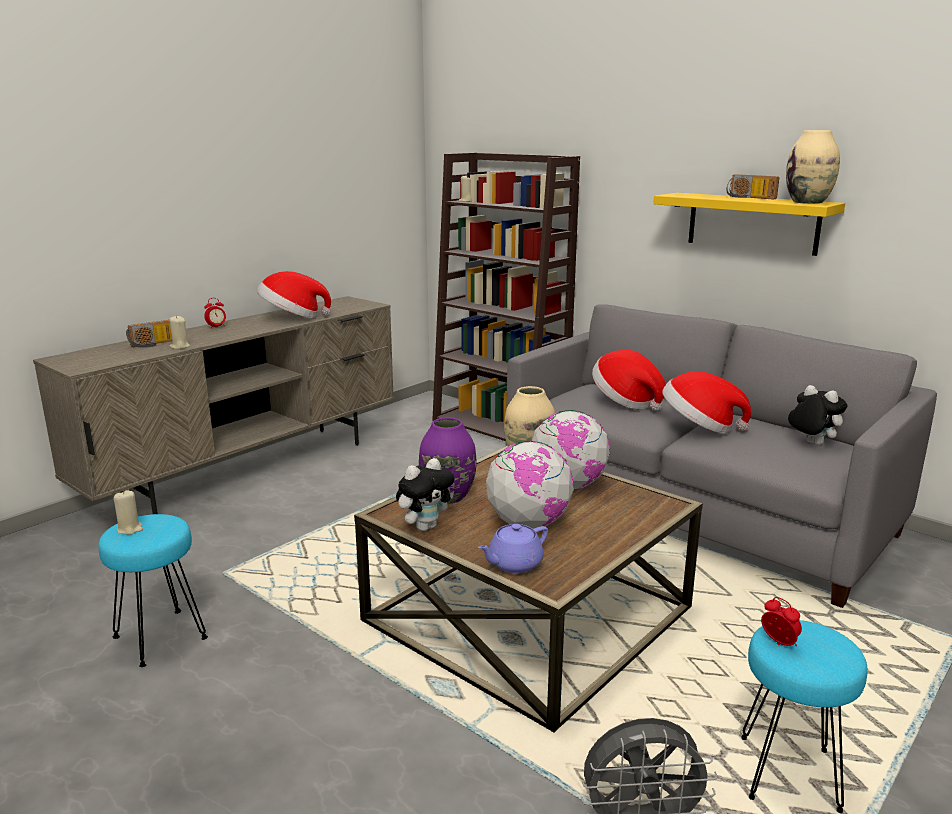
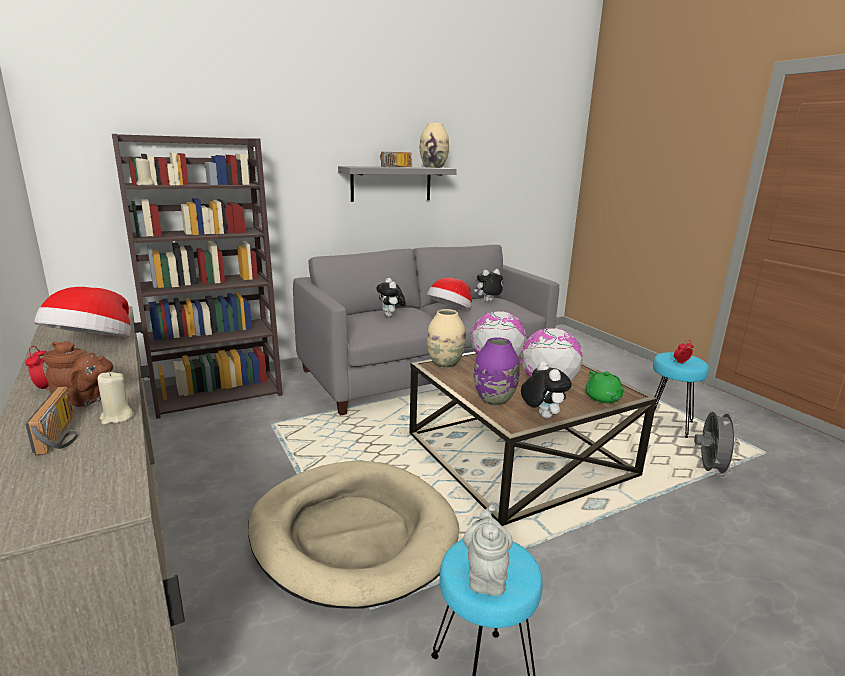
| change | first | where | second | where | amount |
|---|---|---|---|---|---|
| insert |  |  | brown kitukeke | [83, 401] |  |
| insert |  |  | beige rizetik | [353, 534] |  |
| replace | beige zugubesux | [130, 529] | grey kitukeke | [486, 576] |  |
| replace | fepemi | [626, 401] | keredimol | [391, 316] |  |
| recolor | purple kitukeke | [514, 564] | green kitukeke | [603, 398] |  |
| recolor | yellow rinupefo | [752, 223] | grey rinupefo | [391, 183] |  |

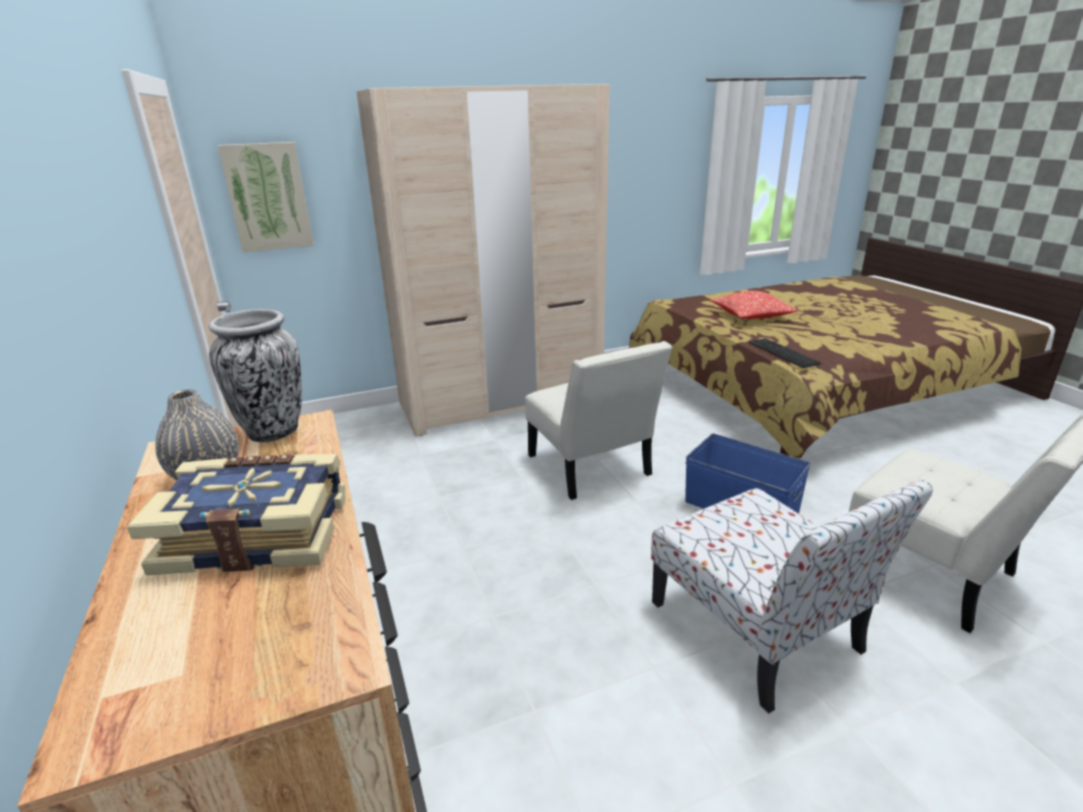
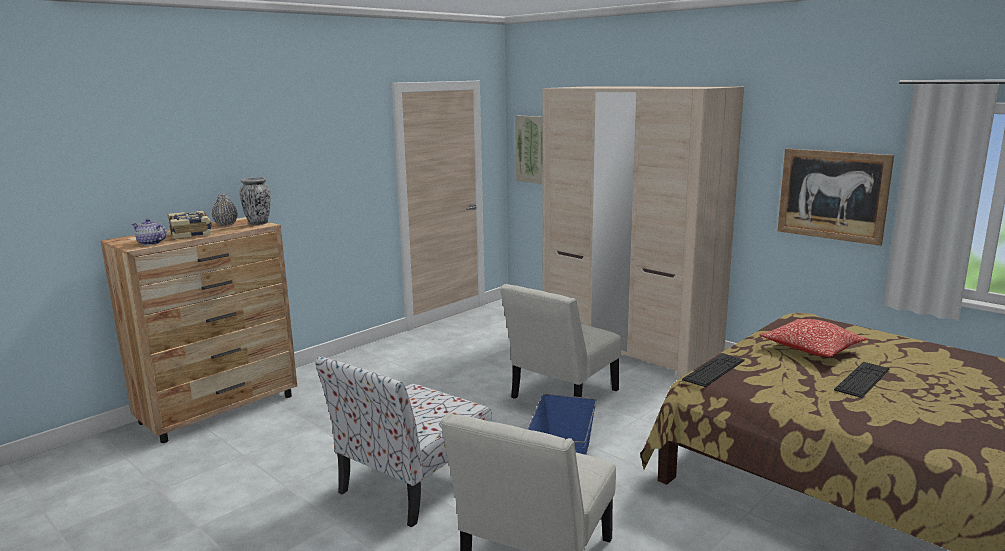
| change | first | where | second | where | amount |
|---|---|---|---|---|---|
| insert |  |  | kitukeke | [151, 243] |  |
| insert |  |  | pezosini | [832, 195] |  |
| insert |  |  | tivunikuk | [862, 379] |  |

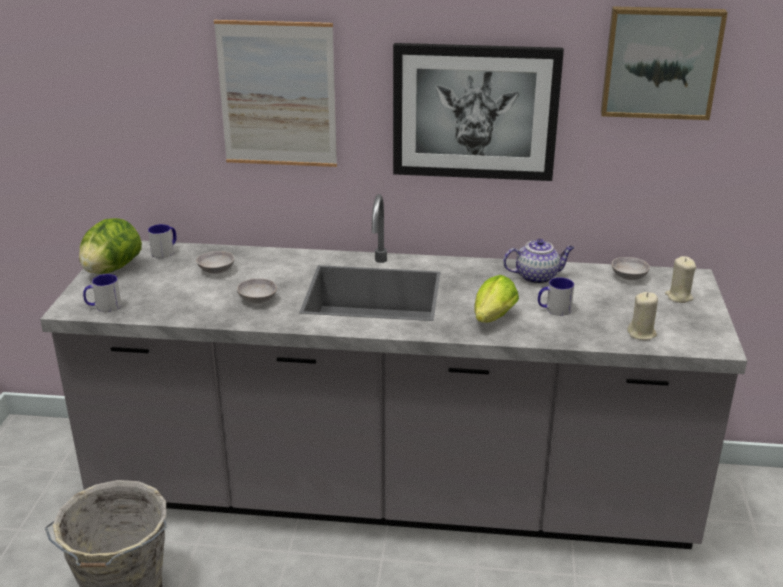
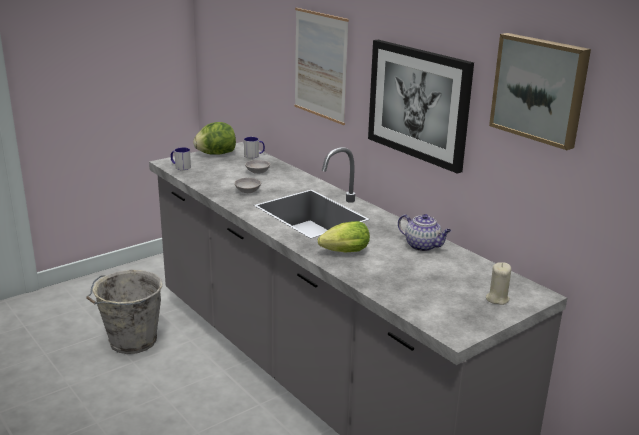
| change | first | where | second | where | amount |
|---|---|---|---|---|---|
| delete | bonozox | [554, 310] |  |  |  |
| delete | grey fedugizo | [628, 277] |  |  |  |
| delete | beige zugubesux | [641, 333] |  |  |  |

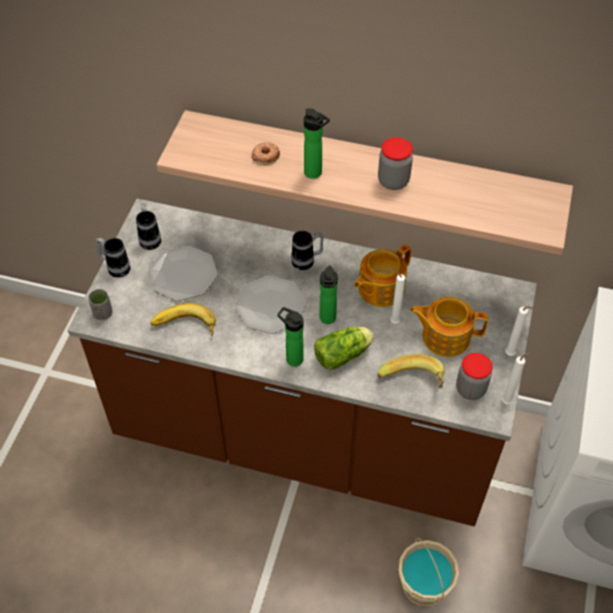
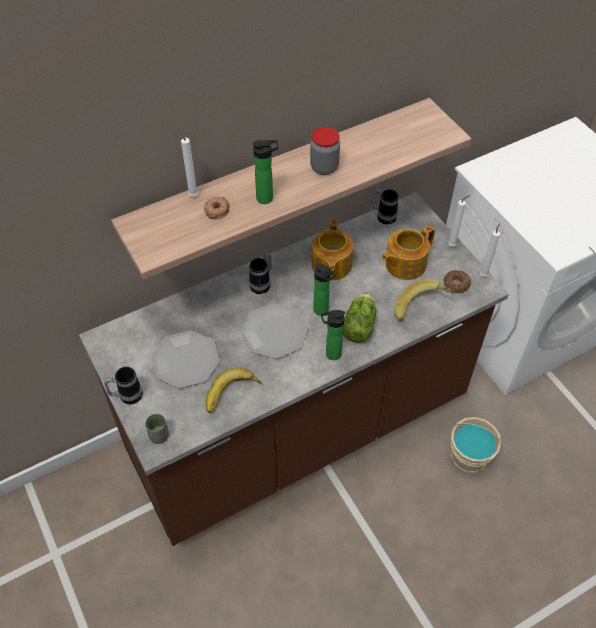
| change | first | where | second | where | amount |
|---|---|---|---|---|---|
| move | bonozox | [150, 238] |  | [383, 216] |  |
| move | white zugubesux | [393, 321] |  | [191, 196] |  |
| replace | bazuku | [470, 389] | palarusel | [456, 284] |  |

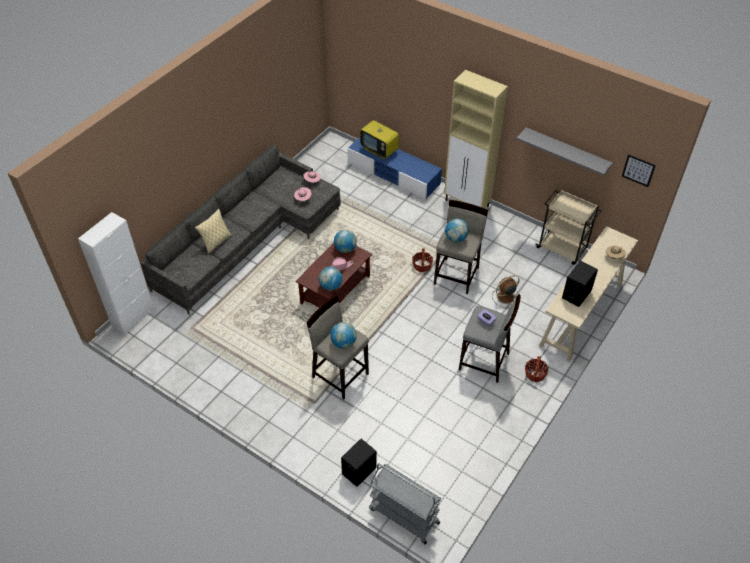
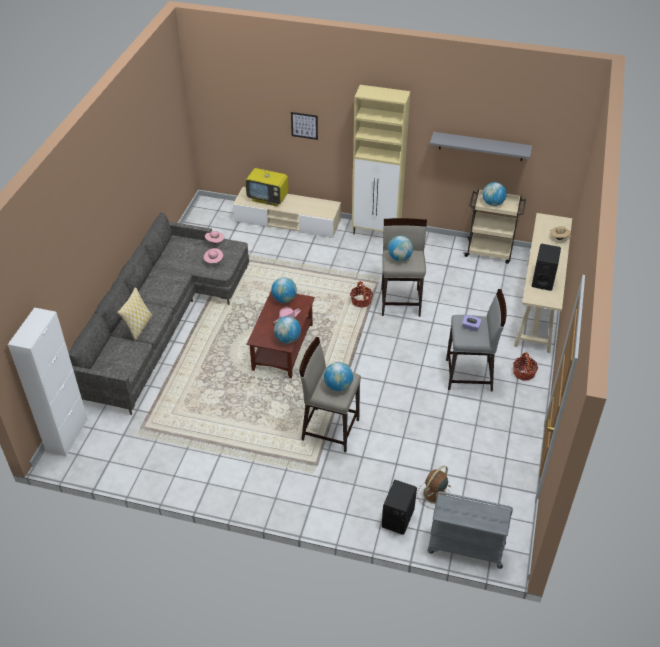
| change | first | where | second | where | amount |
|---|---|---|---|---|---|
| insert |  |  | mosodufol | [492, 203] |  |
| move | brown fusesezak | [504, 297] |  | [433, 494] |  |
| move | pezosini | [638, 170] |  | [304, 125] |  |
| recolor | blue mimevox | [393, 174] | beige mimevox | [287, 221] |  |

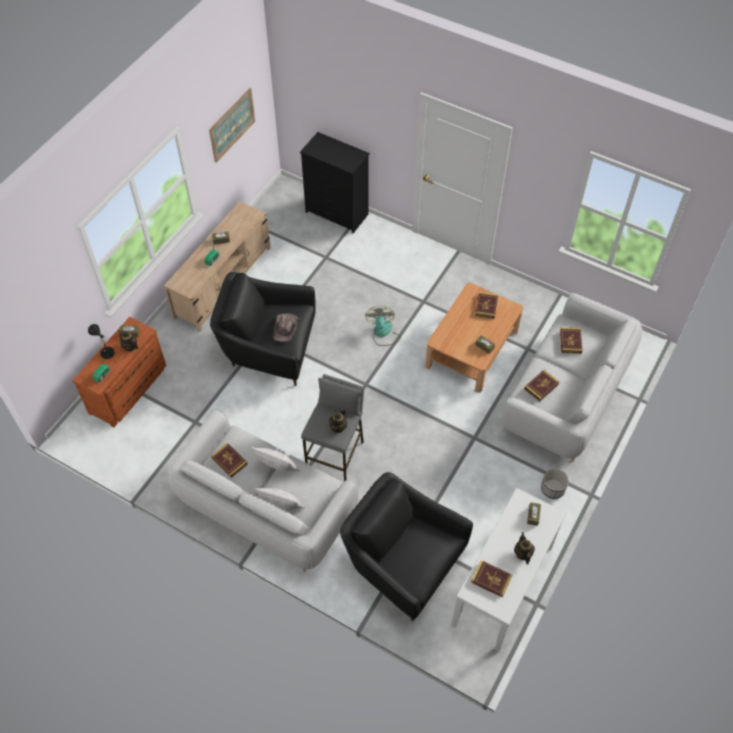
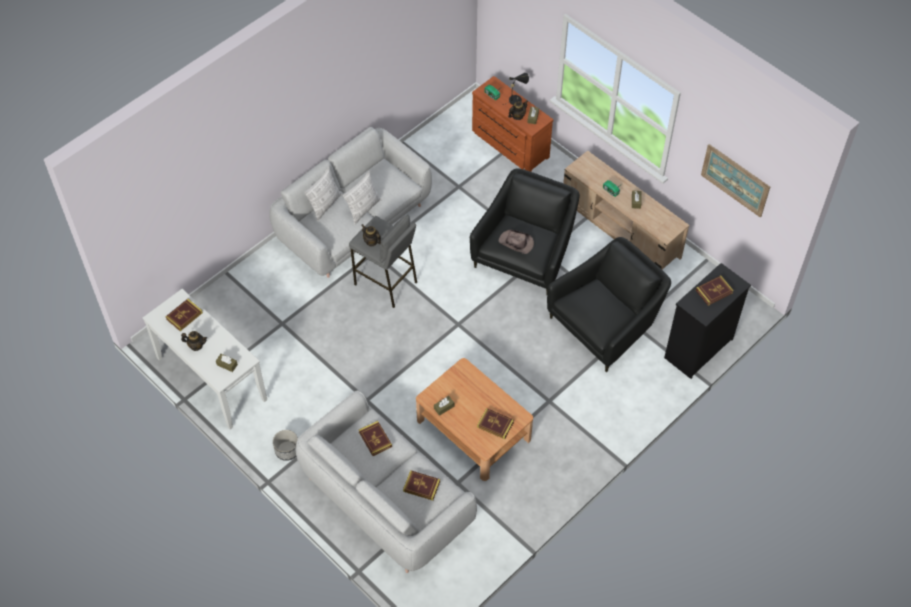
| change | first | where | second | where | amount |
|---|---|---|---|---|---|
| delete | fusesezak | [383, 333] |  |  |  |
| move | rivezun | [229, 461] |  | [714, 291] |  |
| move | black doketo | [402, 562] |  | [606, 324] |  |

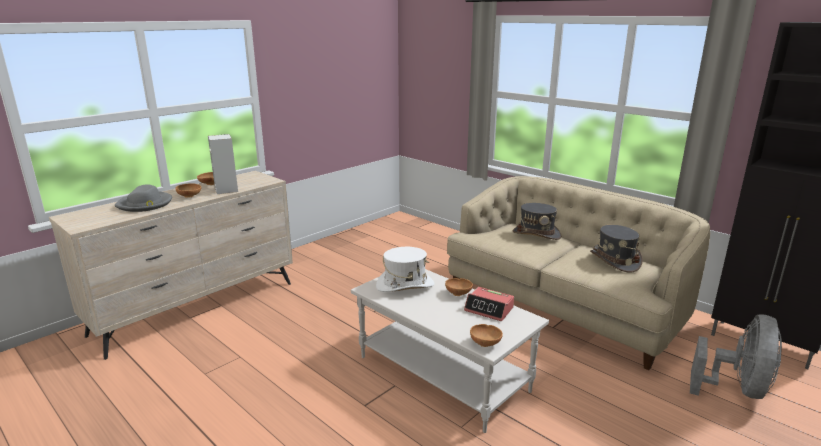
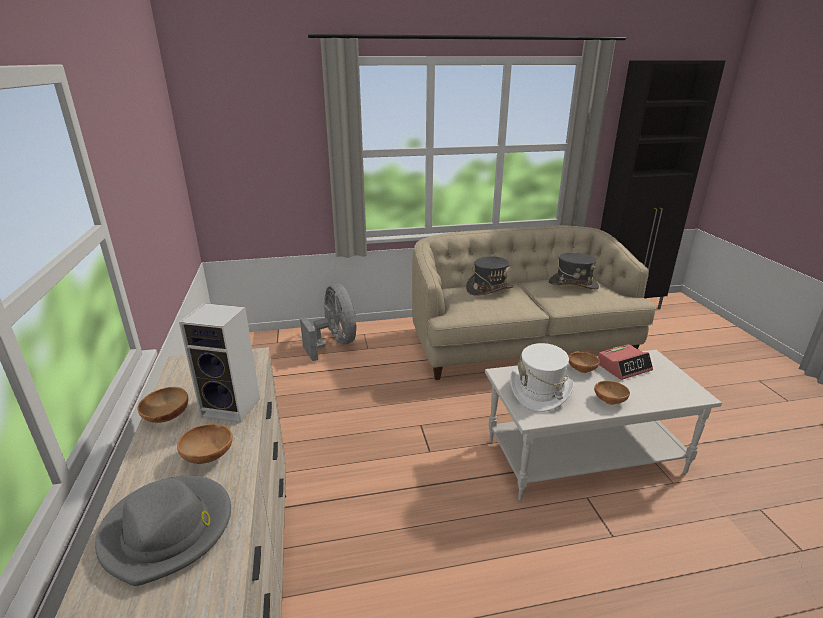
| change | first | where | second | where | amount |
|---|---|---|---|---|---|
| move | brown fedugizo | [486, 343] |  | [609, 400] |  |
| move | grey fusesezak | [736, 389] |  | [335, 343] |  |

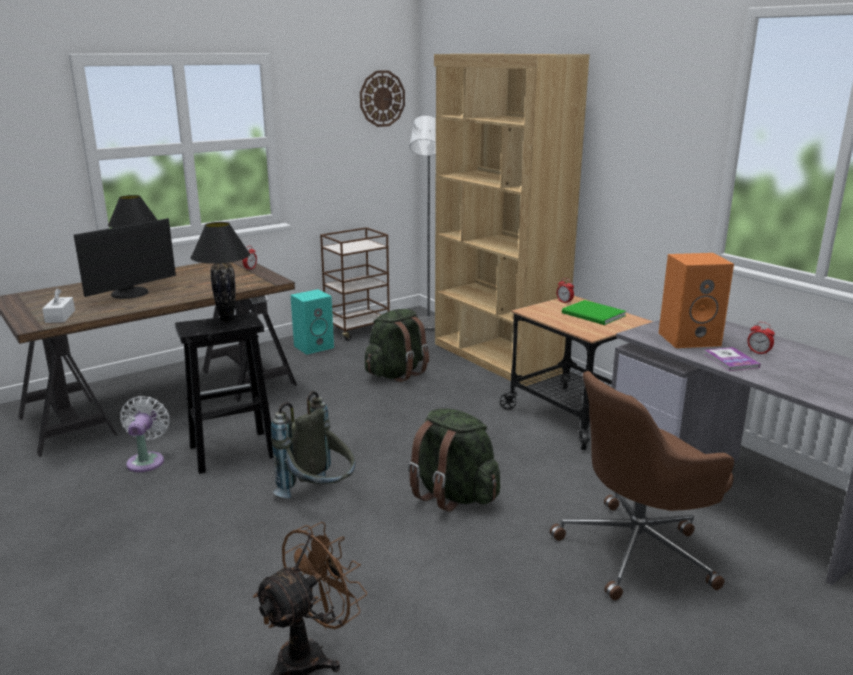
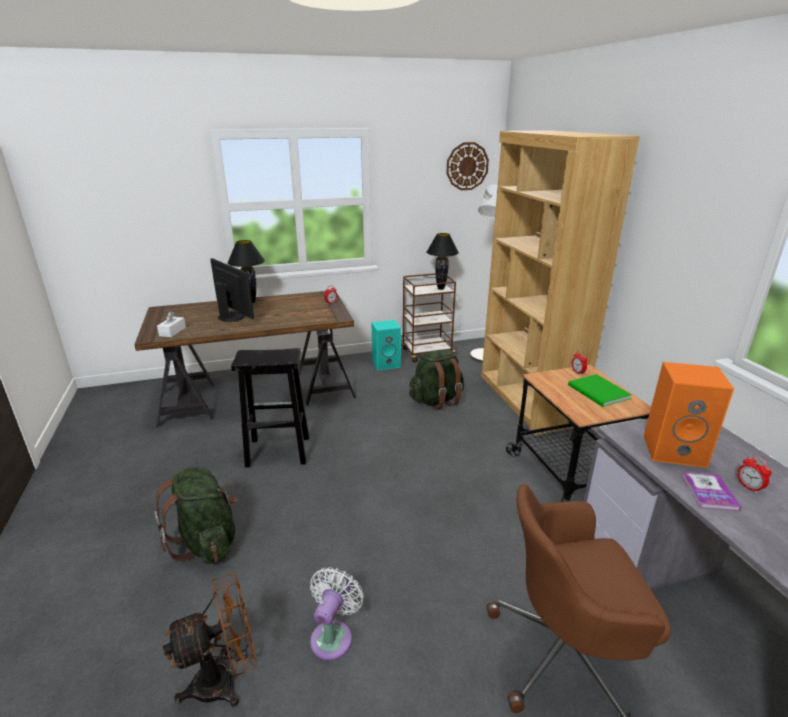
| change | first | where | second | where | amount |
|---|---|---|---|---|---|
| delete | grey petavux | [319, 495] |  |  |  |
| move | white fusesezak | [147, 460] |  | [333, 635] |  |
| move | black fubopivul | [226, 319] |  | [440, 288] |  |
| move | green petavux | [453, 495] |  | [207, 542] |  |
| rotate | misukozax | [131, 294] |  | [233, 316] | 105 degrees counterclockwise |

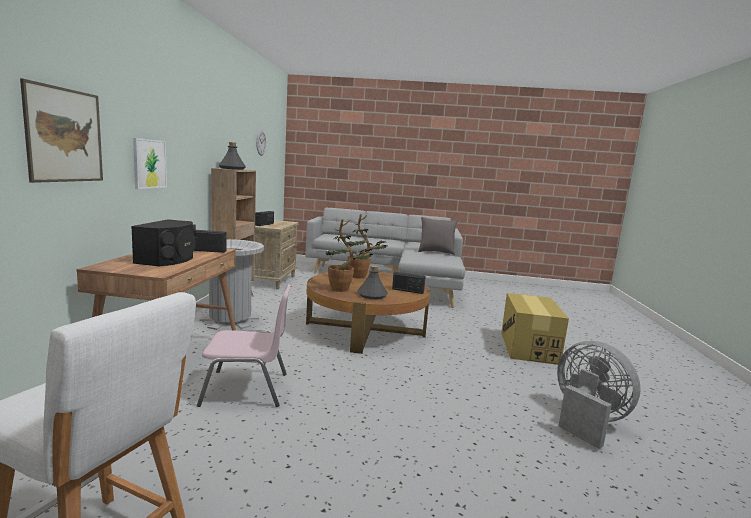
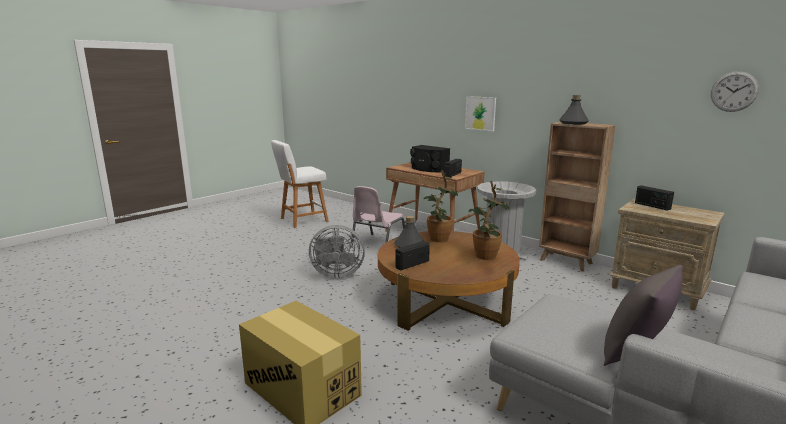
| change | first | where | second | where | amount |
|---|---|---|---|---|---|
| delete | pezosini | [65, 135] |  |  |  |
| move | grey fusesezak | [586, 420] |  | [336, 274] |  |

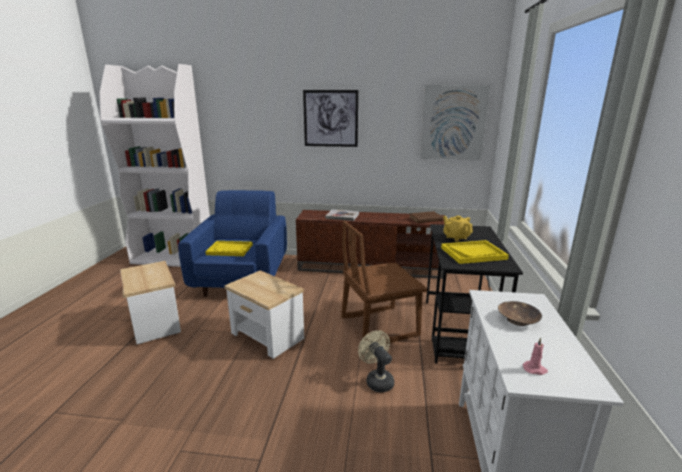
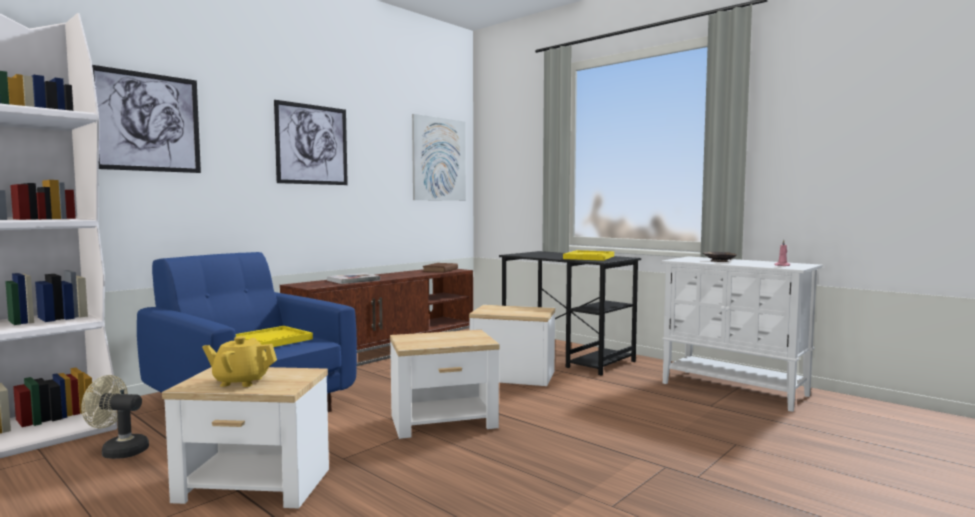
| change | first | where | second | where | amount |
|---|---|---|---|---|---|
| insert |  |  | pezosini | [147, 122] |  |
| move | beige fusesezak | [377, 380] |  | [119, 451] |  |
| move | yellow kitukeke | [456, 237] |  | [241, 381] |  |
| replace | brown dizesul | [379, 326] | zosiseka | [513, 376] |  |

